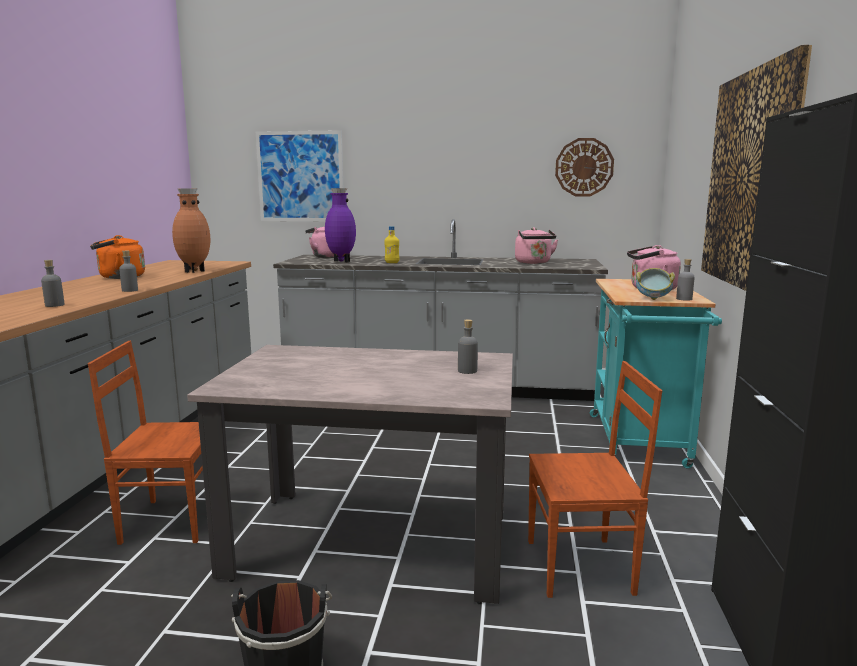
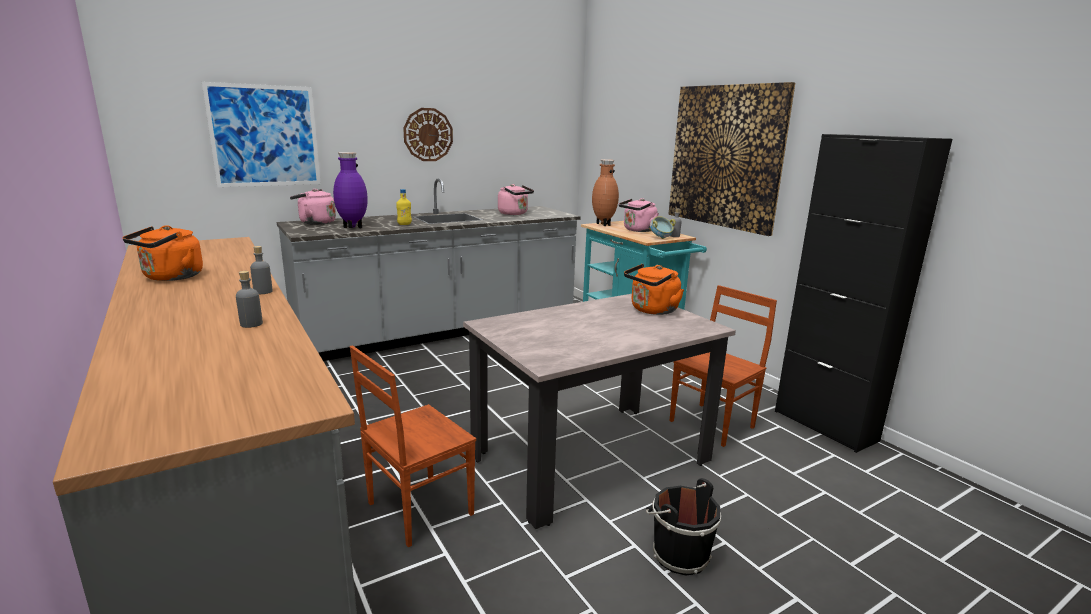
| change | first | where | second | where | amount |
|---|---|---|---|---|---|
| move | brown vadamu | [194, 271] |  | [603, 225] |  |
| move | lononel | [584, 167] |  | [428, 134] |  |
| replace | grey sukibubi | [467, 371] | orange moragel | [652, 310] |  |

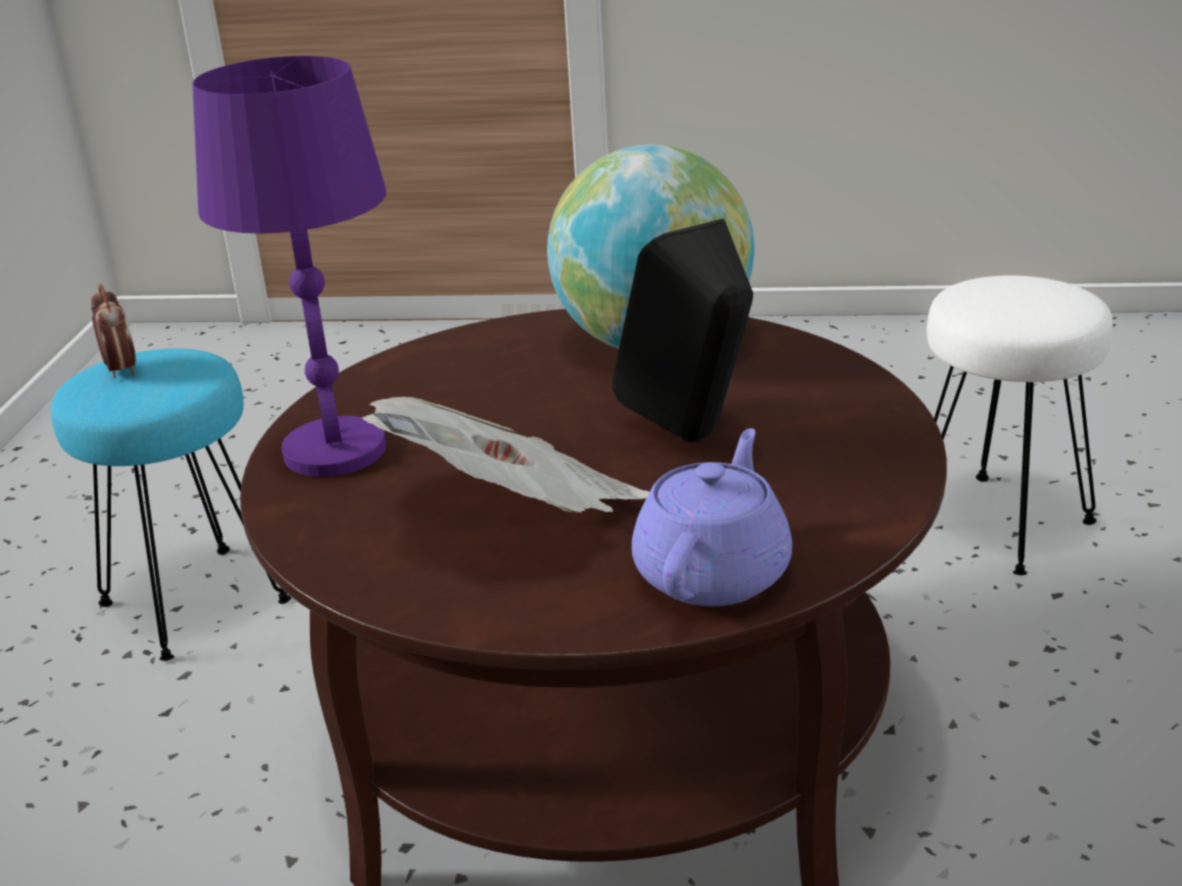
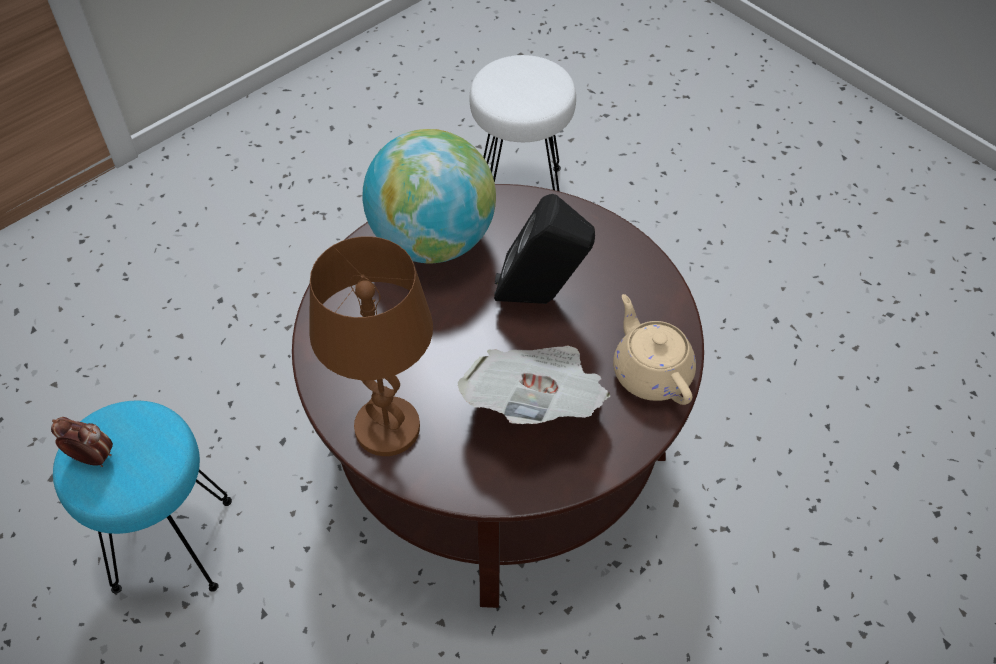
| change | first | where | second | where | amount |
|---|---|---|---|---|---|
| recolor | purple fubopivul | [334, 450] | brown fubopivul | [386, 428] |  |
| recolor | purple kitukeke | [714, 572] | beige kitukeke | [650, 372] |  |

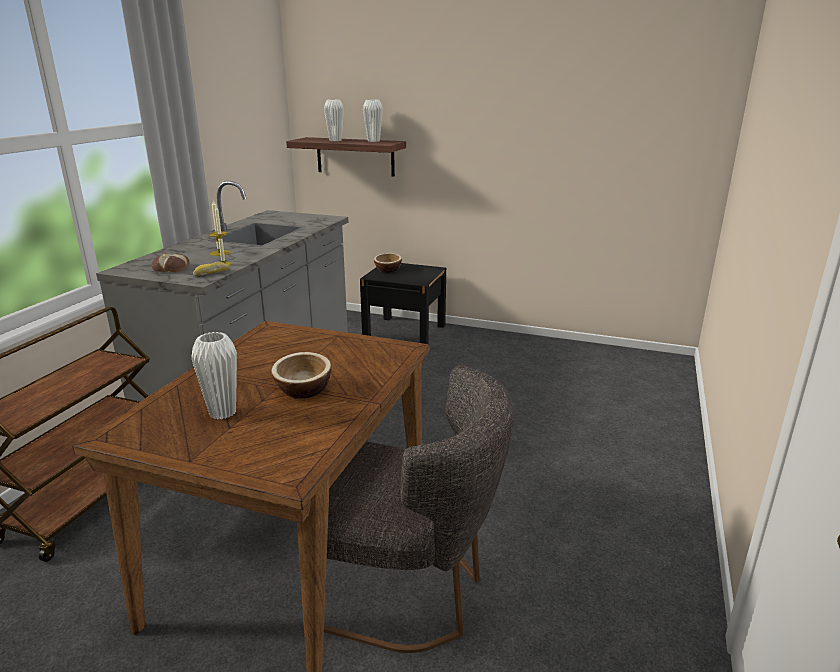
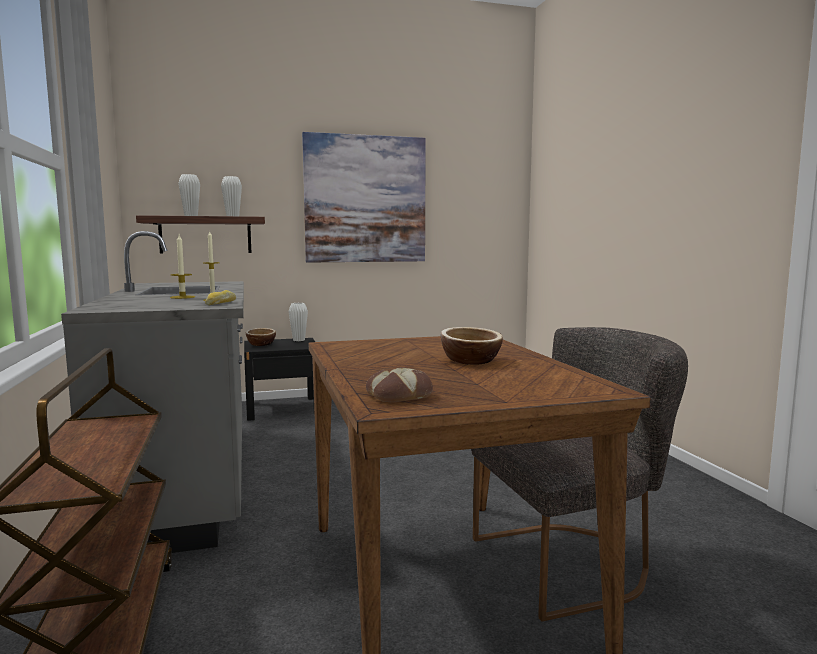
| change | first | where | second | where | amount |
|---|---|---|---|---|---|
| insert |  |  | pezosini | [365, 199] |  |
| move | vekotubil | [172, 268] |  | [399, 395] |  |
| move | white vadamu | [222, 413] |  | [299, 340] |  |

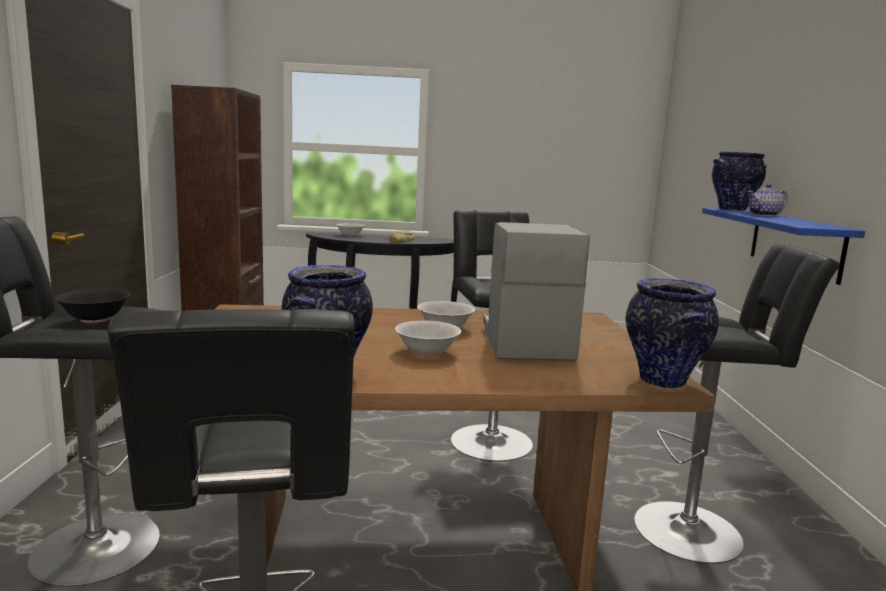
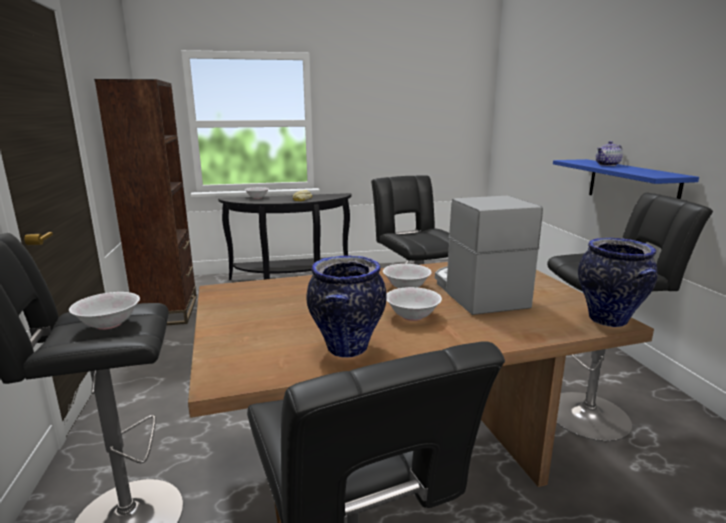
| change | first | where | second | where | amount |
|---|---|---|---|---|---|
| delete | vadamu | [733, 210] |  |  |  |
| recolor | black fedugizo | [95, 319] | white fedugizo | [109, 324] |  |

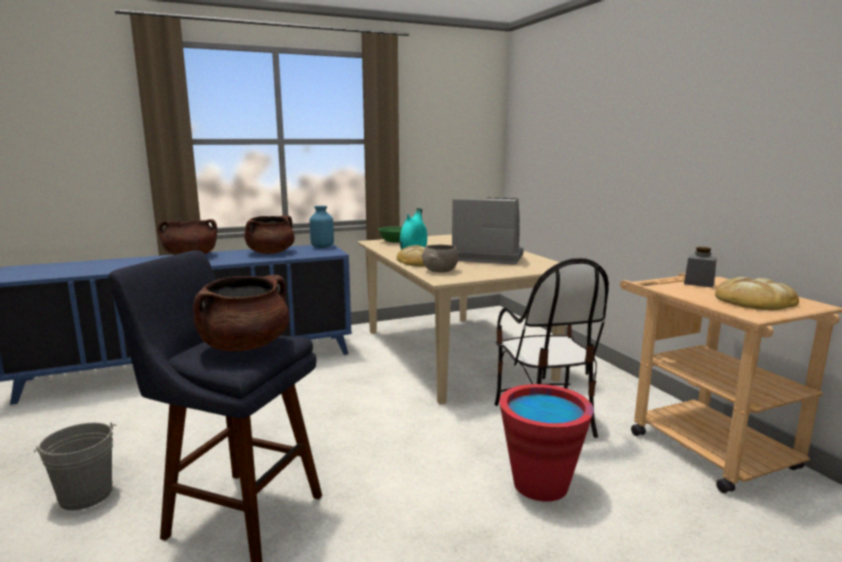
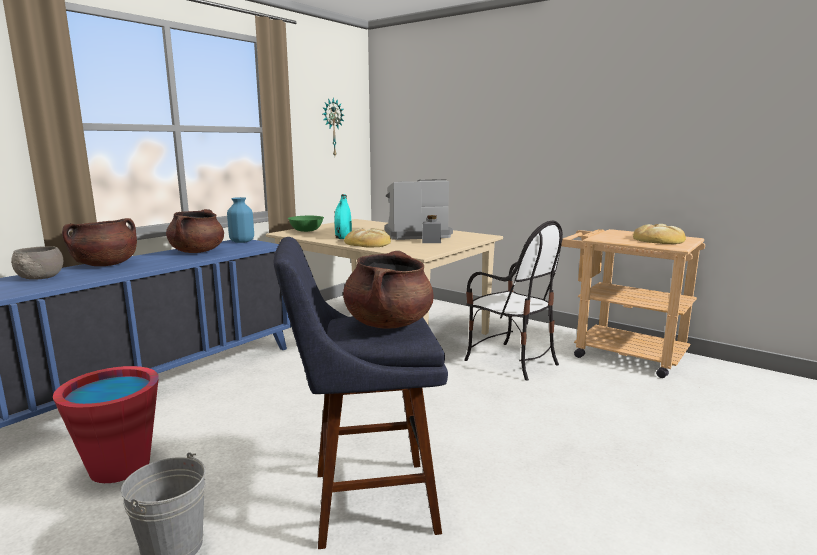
| change | first | where | second | where | amount |
|---|---|---|---|---|---|
| insert |  |  | lononel | [332, 127] |  |
| move | grey fedugizo | [440, 271] |  | [40, 277] |  |
| move | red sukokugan | [540, 484] |  | [120, 466] |  |
| move | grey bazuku | [699, 283] |  | [431, 241] |  |

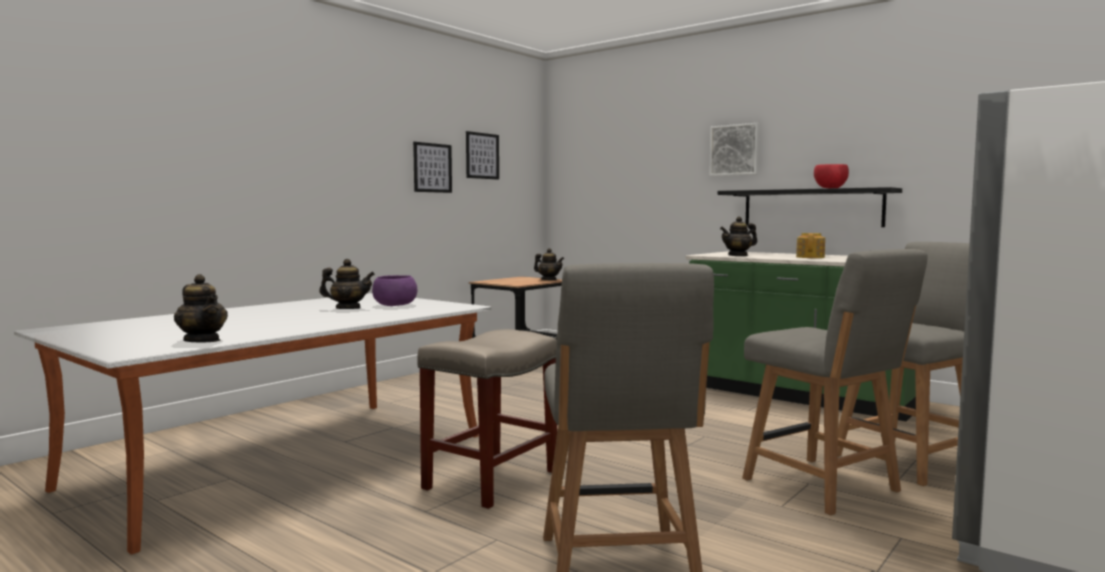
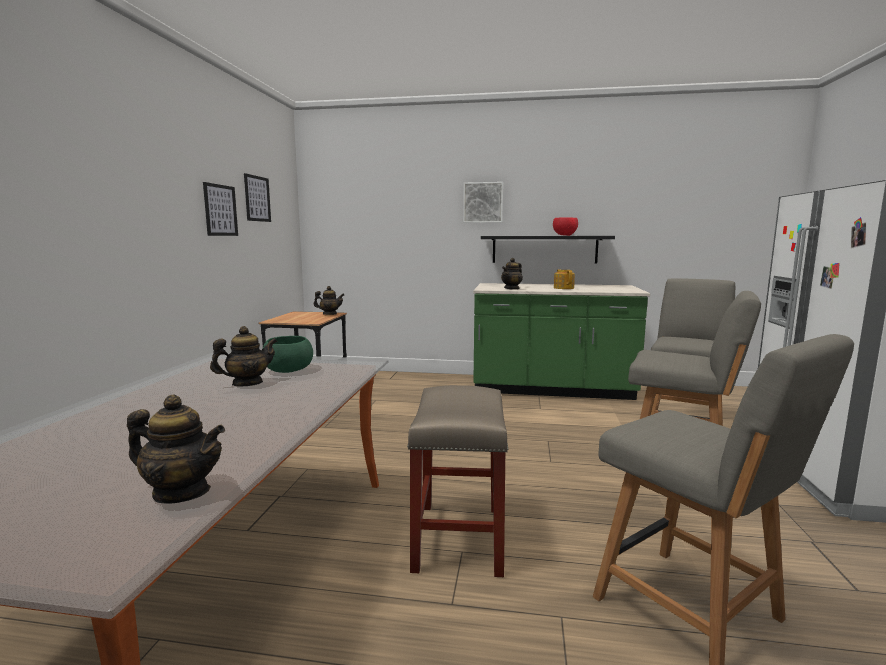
| change | first | where | second | where | amount |
|---|---|---|---|---|---|
| recolor | purple fedugizo | [394, 305] | green fedugizo | [288, 370] |  |

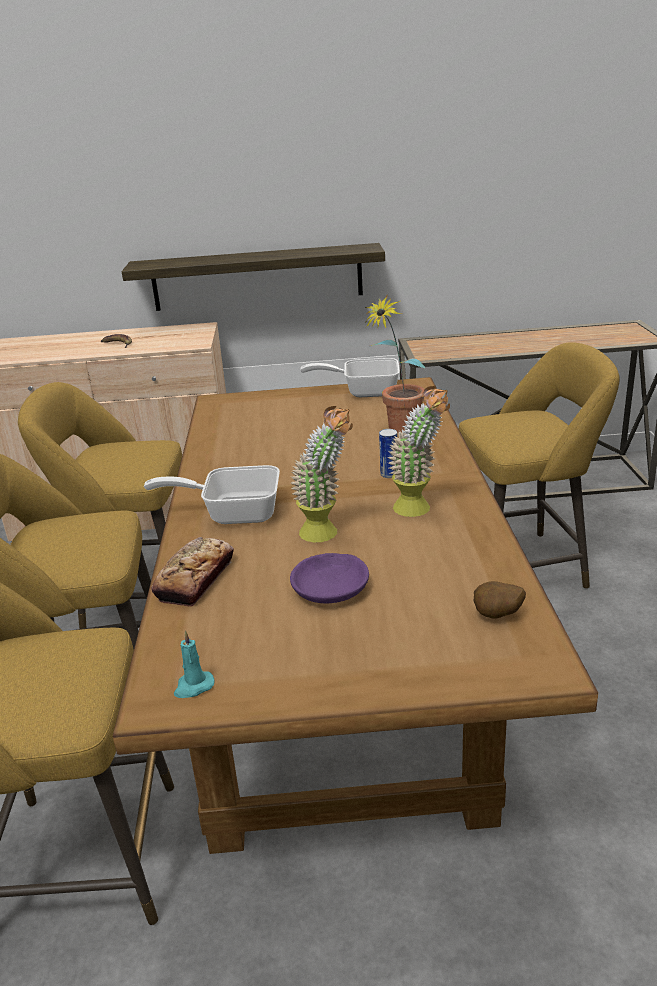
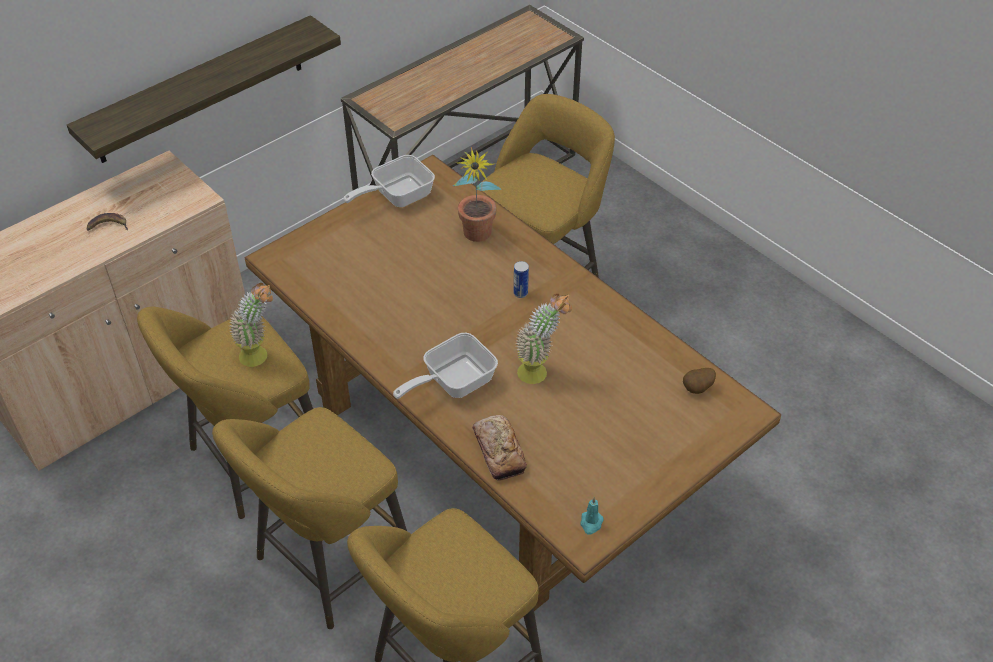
| change | first | where | second | where | amount |
|---|---|---|---|---|---|
| delete | purple fedugizo | [331, 588] |  |  |  |
| move | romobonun | [419, 511] |  | [261, 356] |  |

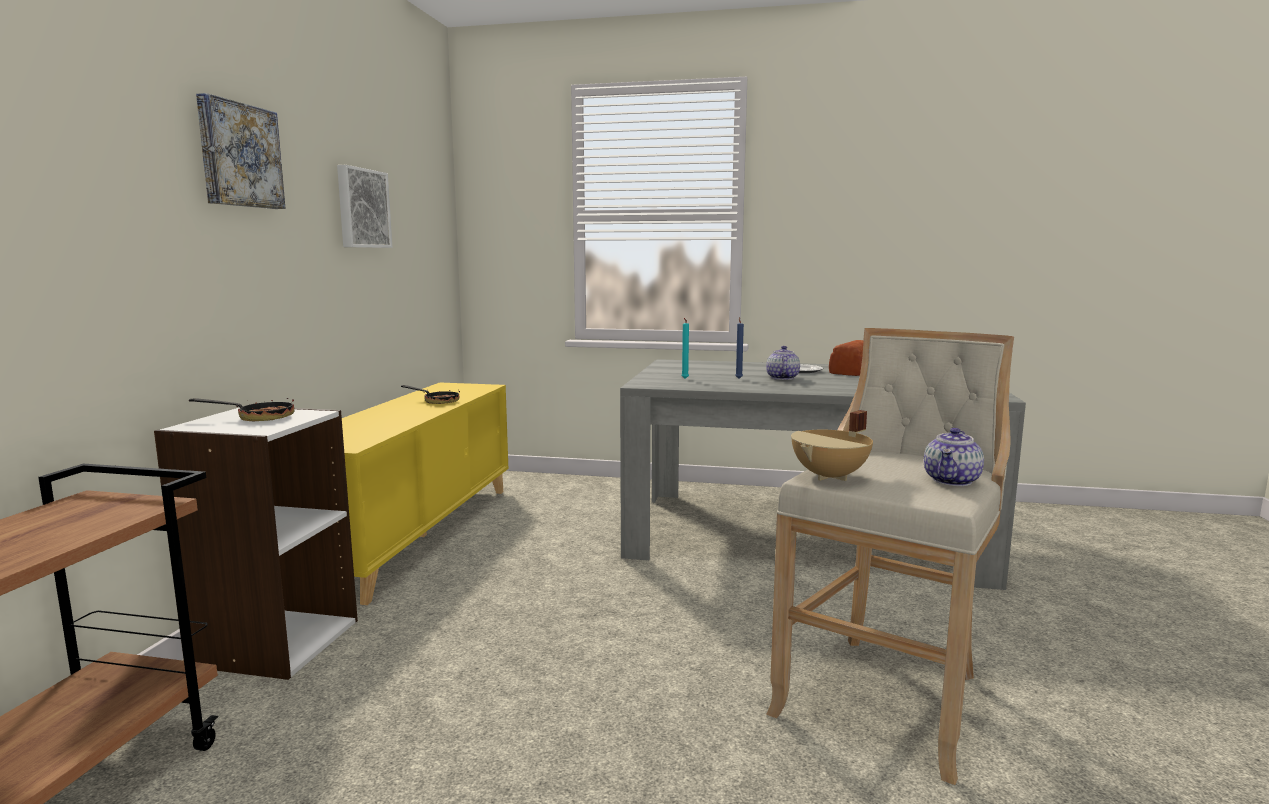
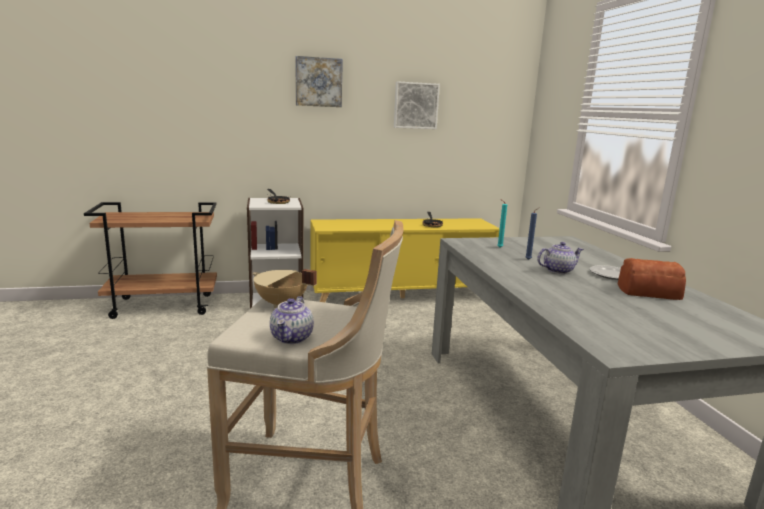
| change | first | where | second | where | amount |
|---|---|---|---|---|---|
| rotate | kitukeke | [952, 481] |  | [292, 338] | 90 degrees counterclockwise |

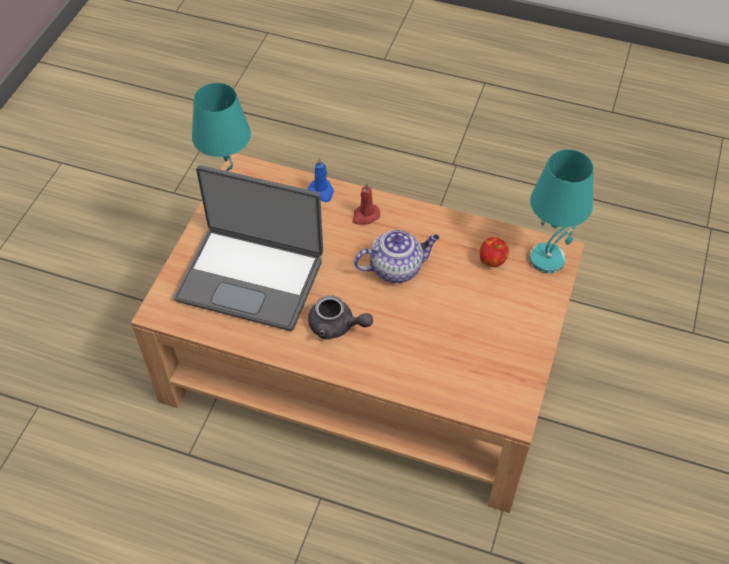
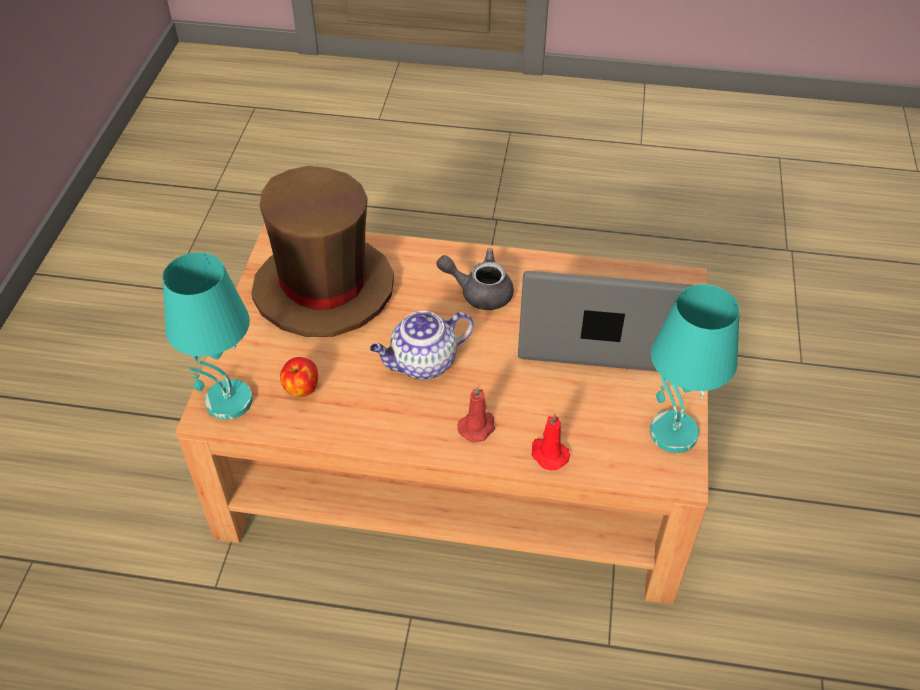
| change | first | where | second | where | amount |
|---|---|---|---|---|---|
| insert |  |  | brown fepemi | [324, 289] |  |
| recolor | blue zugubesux | [321, 192] | red zugubesux | [548, 454] |  |

